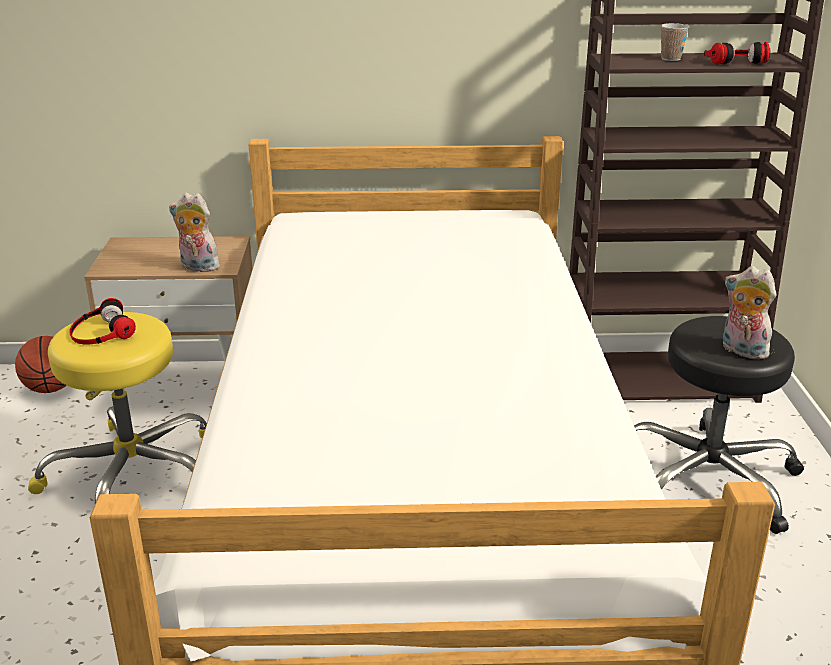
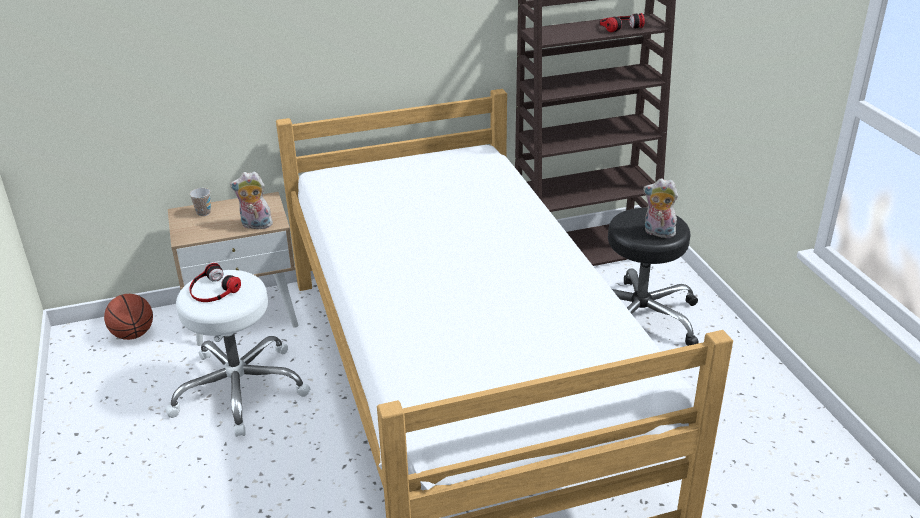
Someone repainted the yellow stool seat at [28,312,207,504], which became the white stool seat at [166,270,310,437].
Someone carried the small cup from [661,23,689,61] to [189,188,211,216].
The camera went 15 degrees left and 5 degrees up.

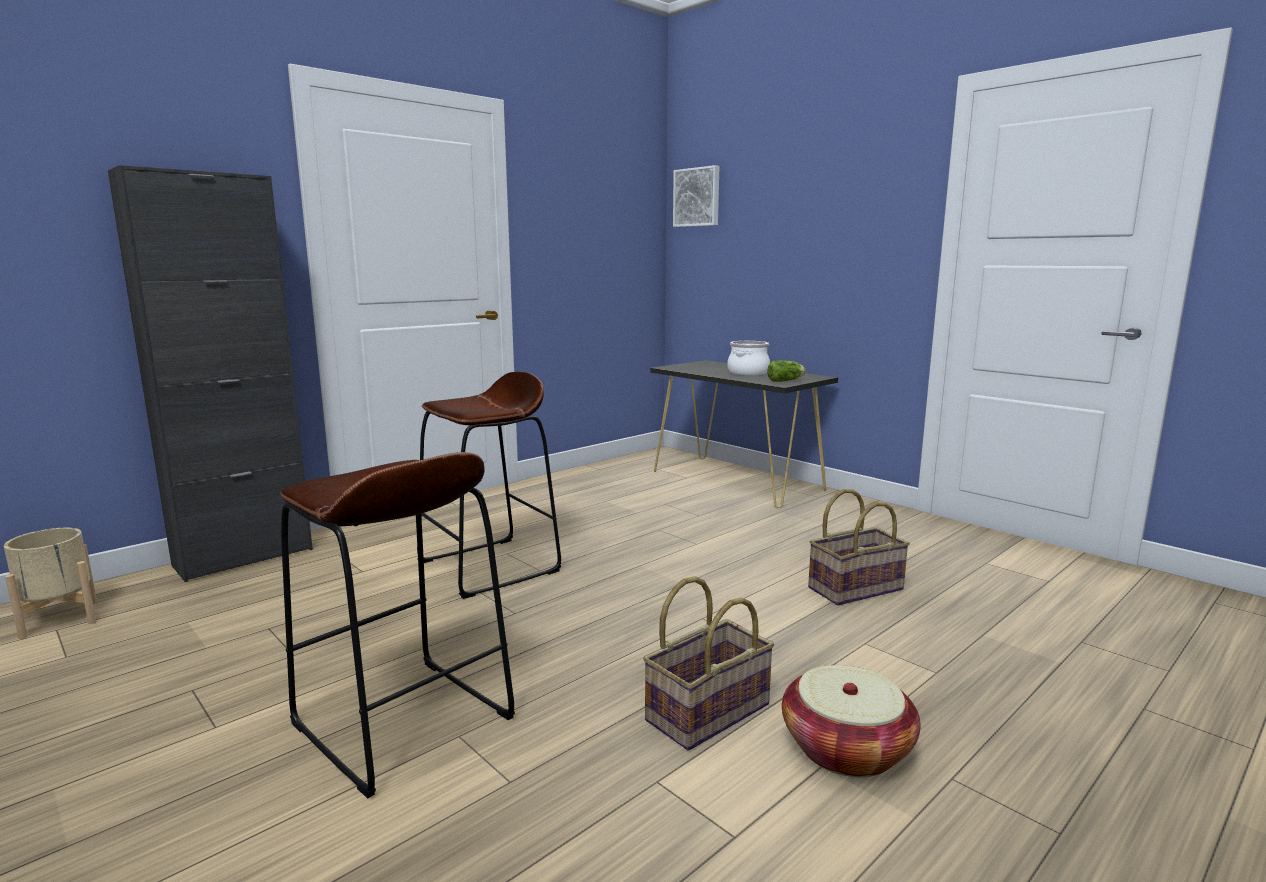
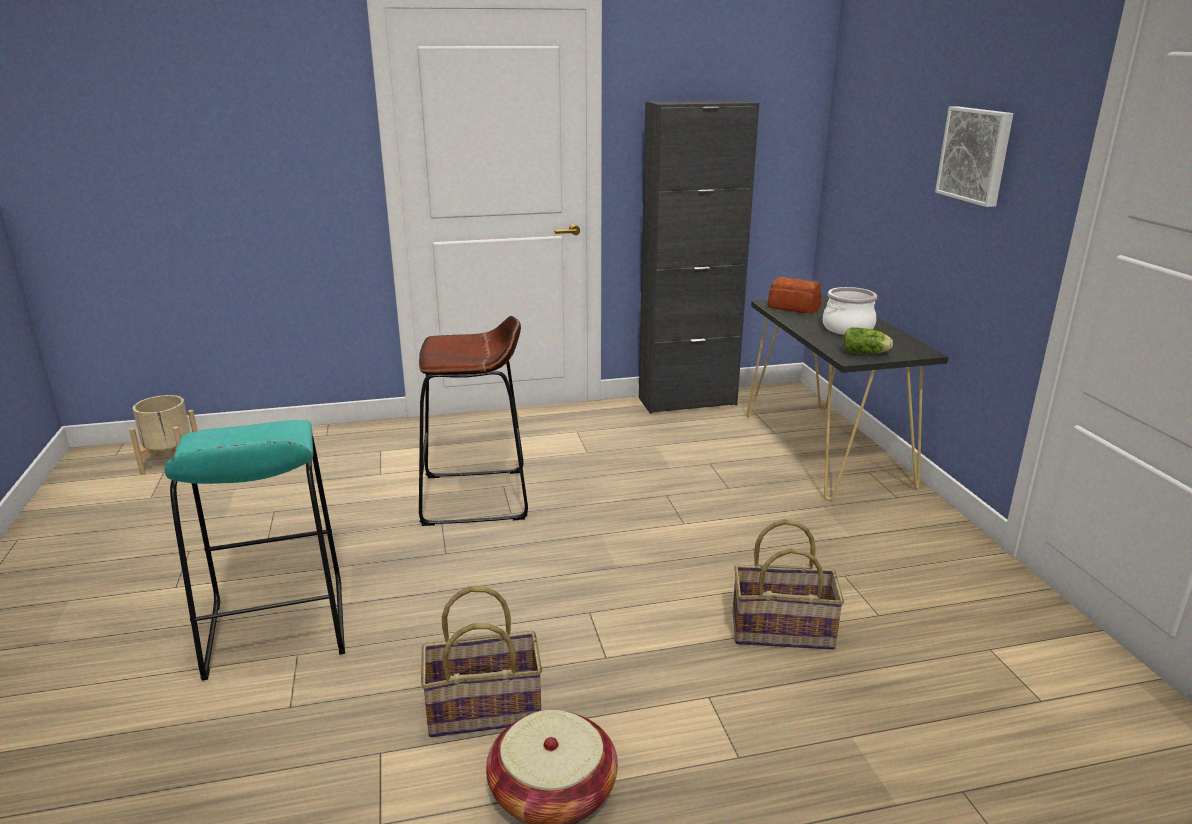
Someone carried the blackish cabinet from [108,165,313,582] to [639,100,759,414].
Someone repainted the brown stool seat at [280,452,515,799], which became the blue-green stool seat at [164,420,345,681].
Someone carried the wall art from [673,165,720,227] to [935,106,1013,207].
Someone put down the bakery bread at [768,277,821,314].
The camera went 30 degrees right and 10 degrees up.

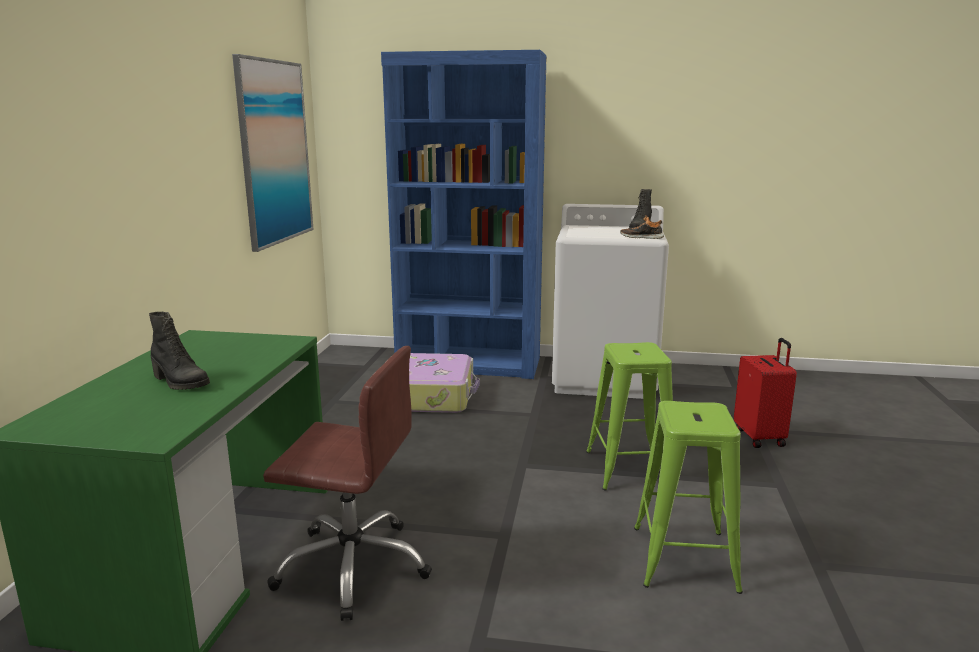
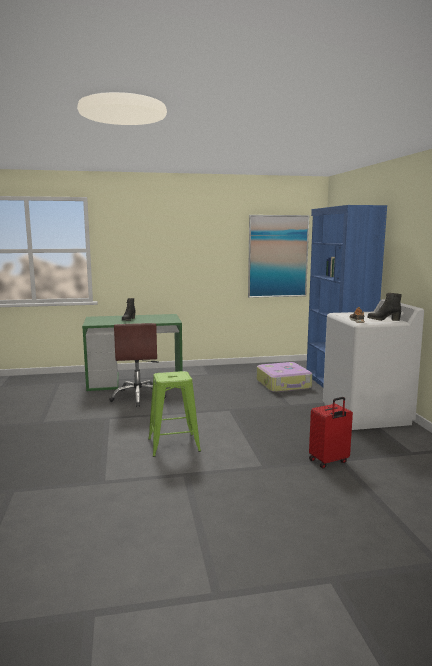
Someone took away the green stool seat at [586,342,678,491].
The camera went 70 degrees right and 5 degrees down.

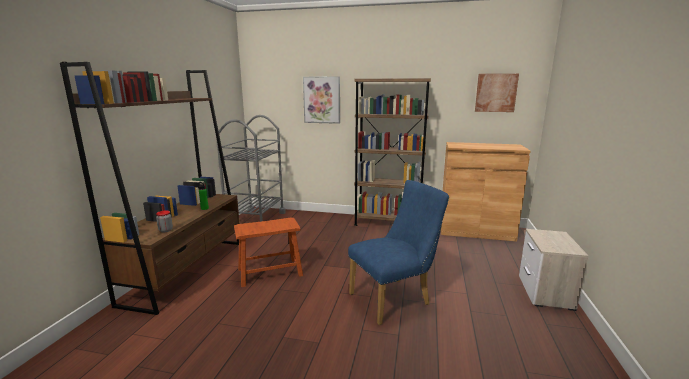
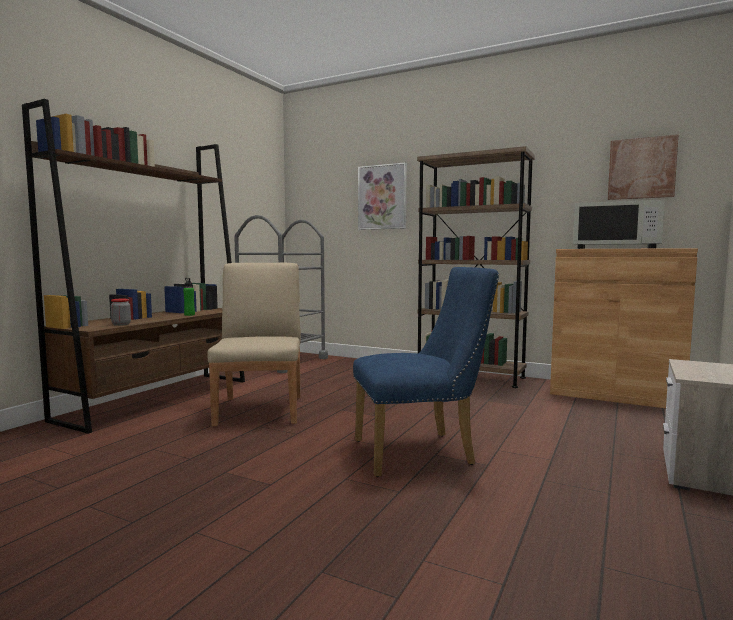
Someone swapped the brown stool seat at [234,218,303,287] for the beige chair at [207,263,301,426].
Someone put down the white microwave at [573,199,665,249].
The camera went 15 degrees right and 10 degrees down.

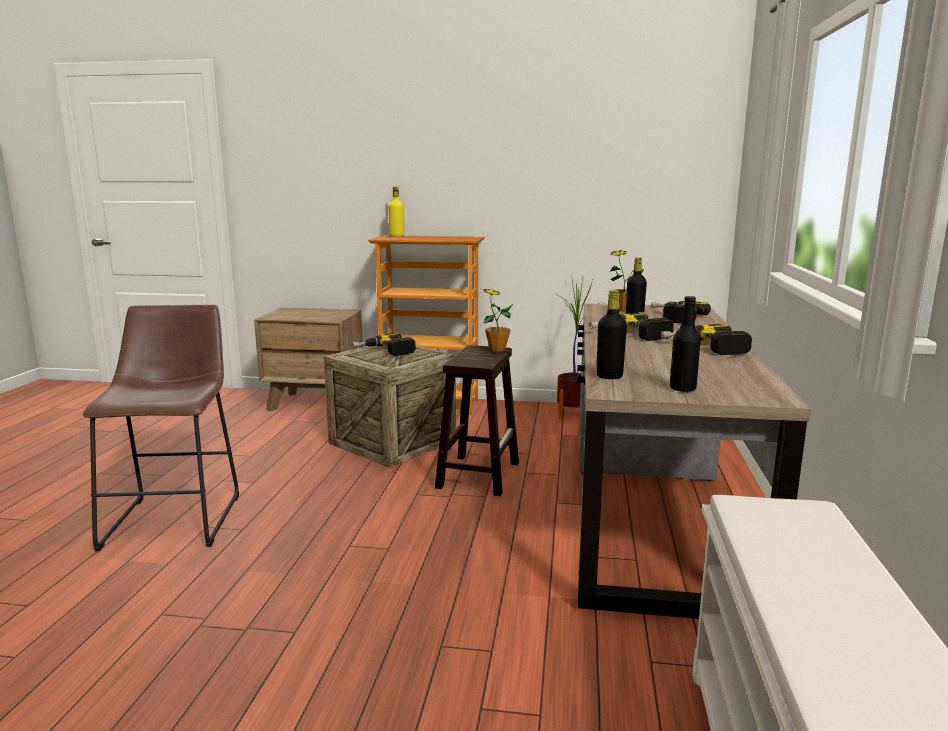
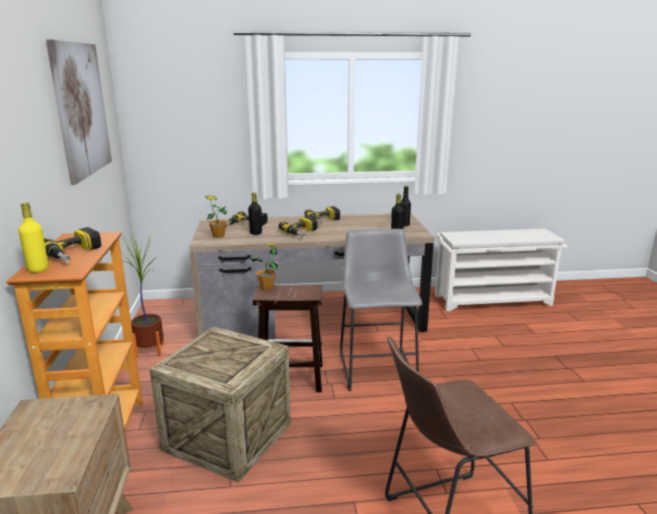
Someone carried the power drill from [351,332,416,356] to [44,227,101,262].
Someone put up the wall art at [46,39,112,185].
Someone put down the gray stool seat at [340,229,422,391].
The camera went 105 degrees left and 5 degrees up.

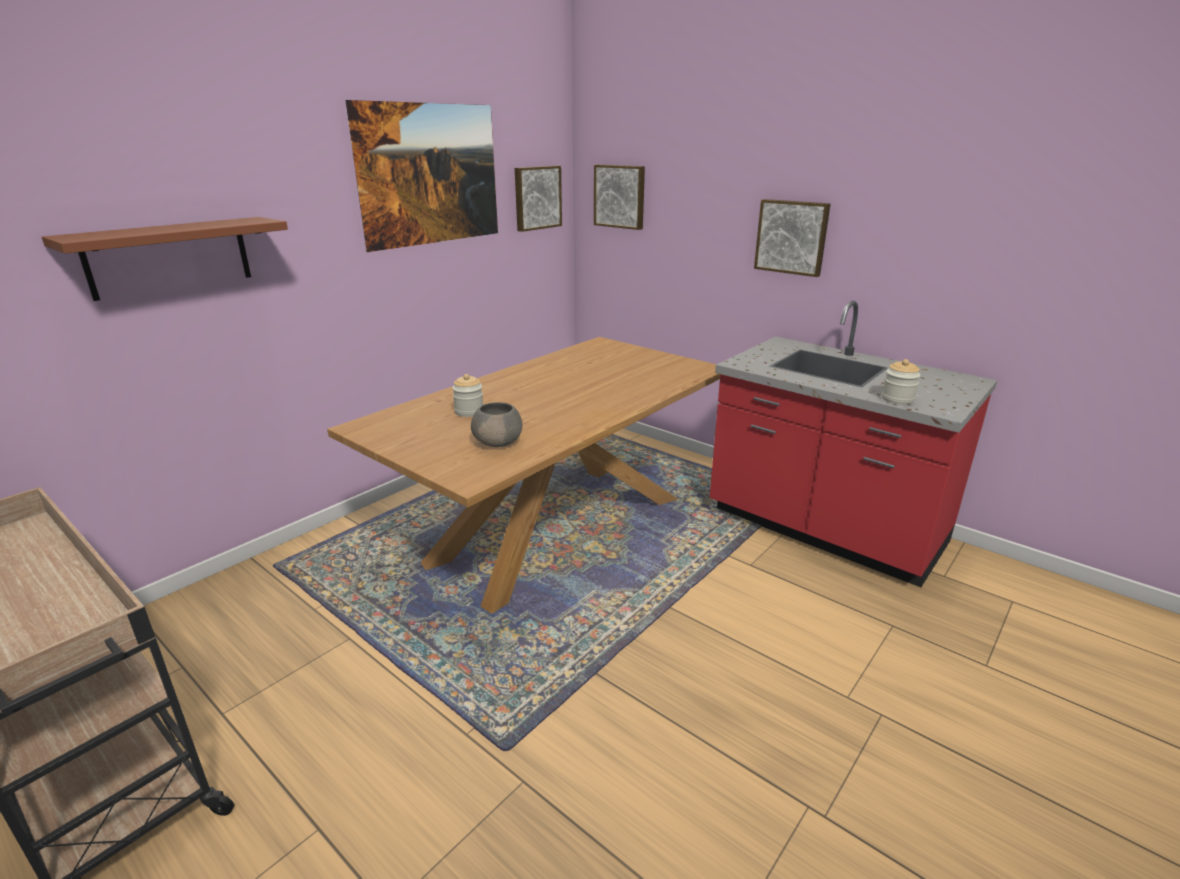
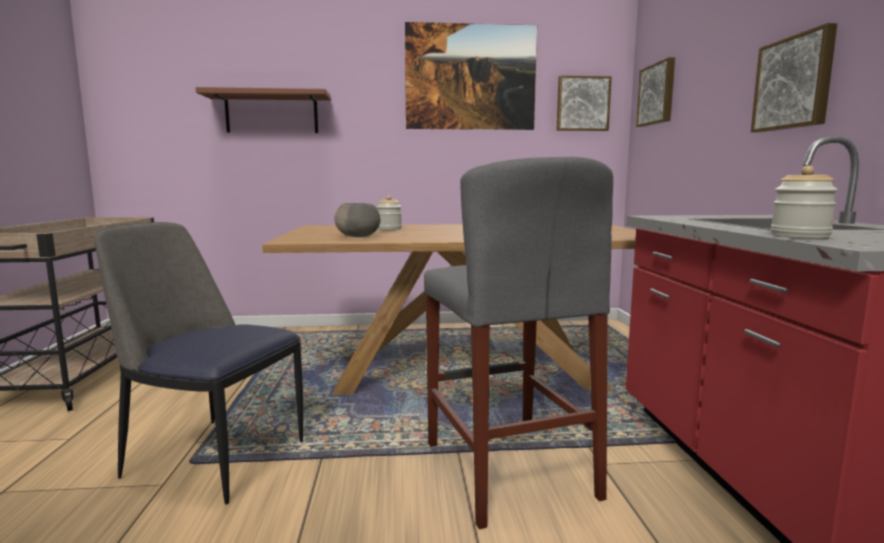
Someone put down the chair at [94,222,303,505].
Someone put down the gray stool seat at [424,157,613,529].
The camera went 45 degrees right and 15 degrees down.

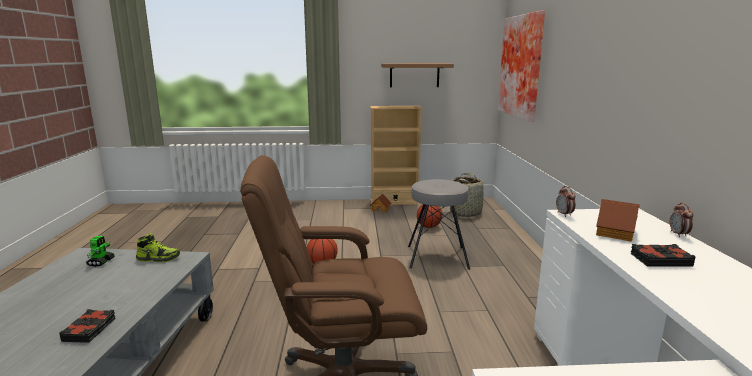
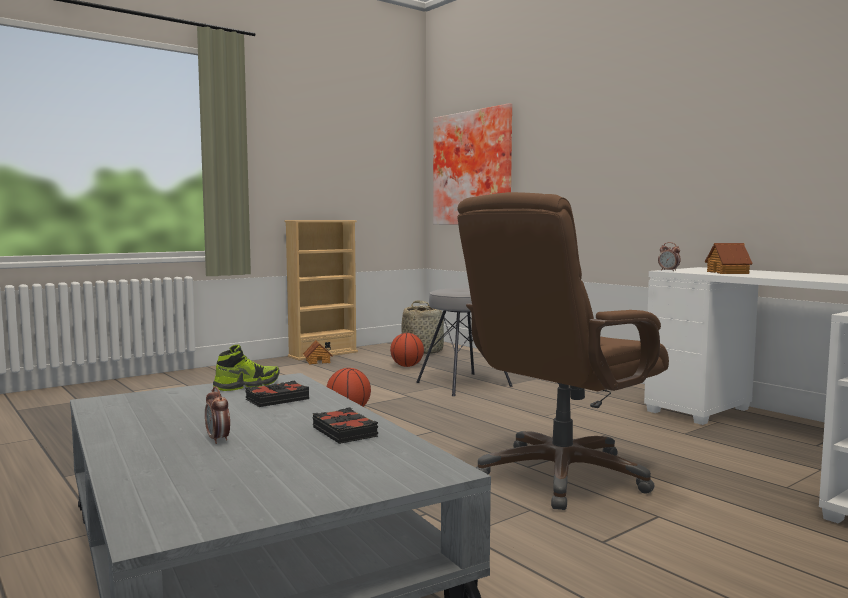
Someone took away the robot figure at [86,236,115,267].
Someone took away the bracket shelf at [381,63,454,87].
Someone carried the blackish book from [631,244,696,267] to [245,381,309,407].
Someone carried the alarm clock from [670,202,693,237] to [205,386,230,444].
The camera went 35 degrees left and 10 degrees down.

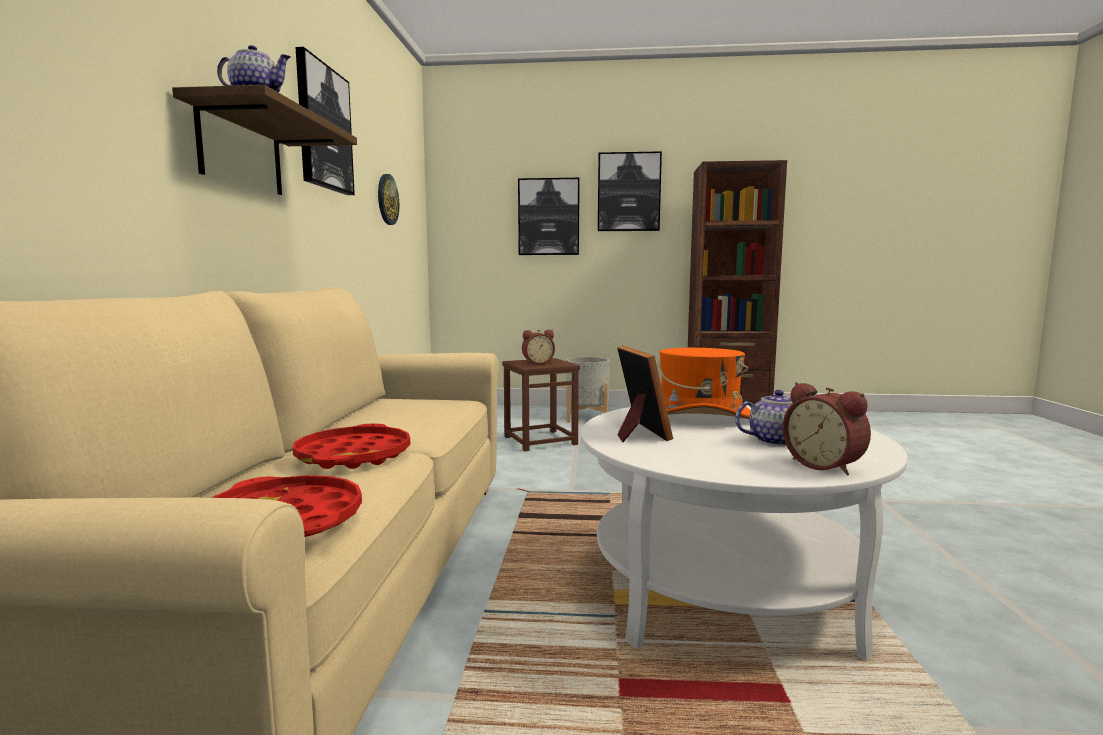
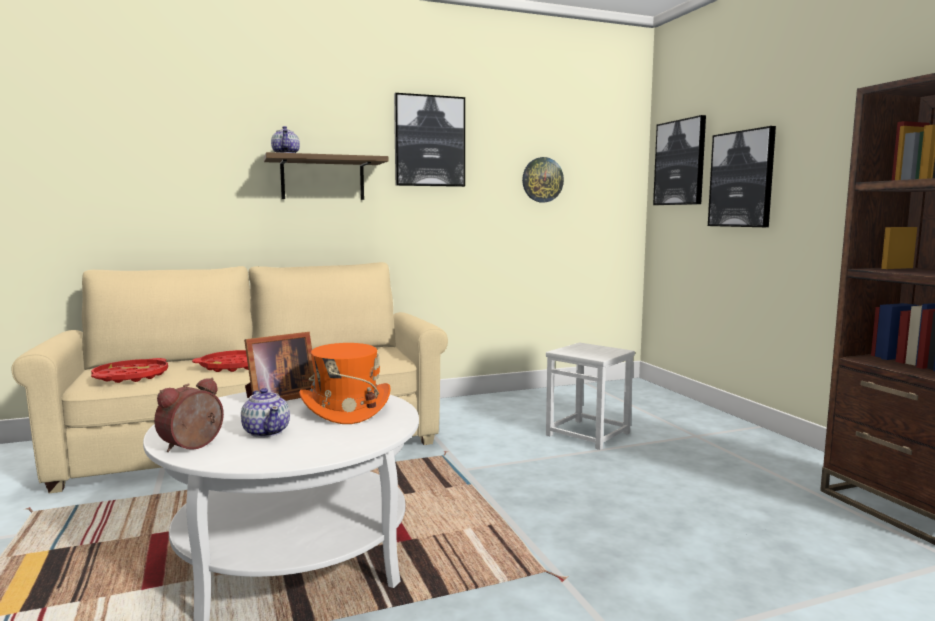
Someone repainted the brown stool seat at [502,358,580,452], which became the white stool seat at [546,342,635,450].
Someone took away the alarm clock at [522,330,555,364].
Someone took away the gray planter at [566,357,610,423].
Someone carried the wall art from [598,151,662,231] to [653,115,706,205].
The camera went 65 degrees right and 0 degrees up.

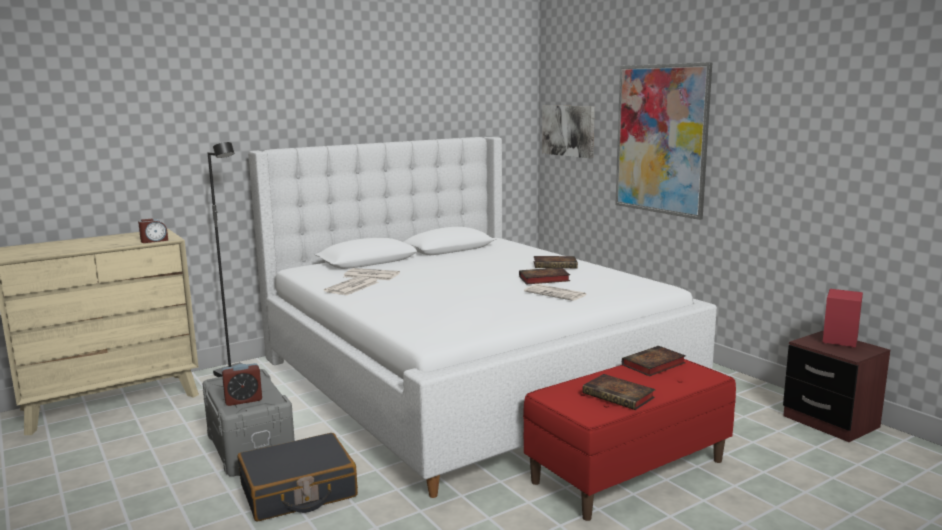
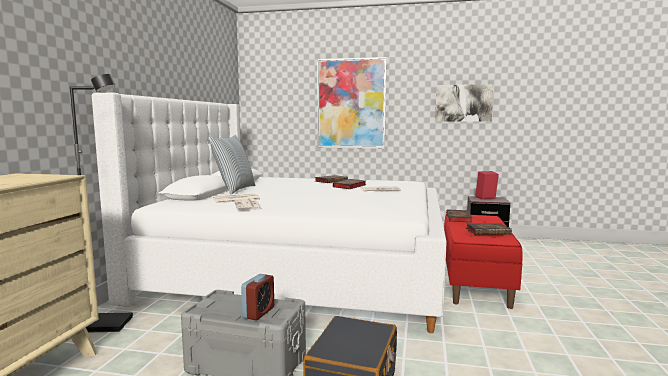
Someone took away the alarm clock at [138,219,168,243].
Someone carried the wall art from [542,105,595,158] to [435,84,494,122].
Someone put down the pillow at [209,135,256,194].
The camera went 45 degrees left and 5 degrees down.

